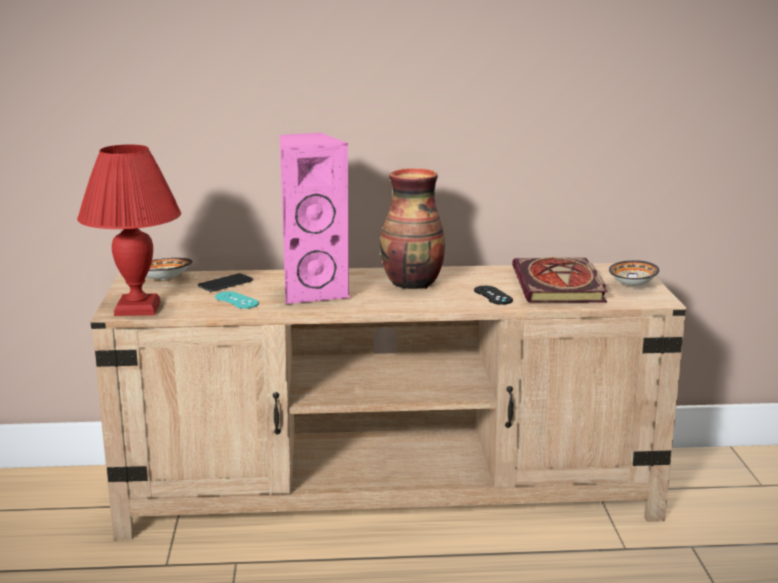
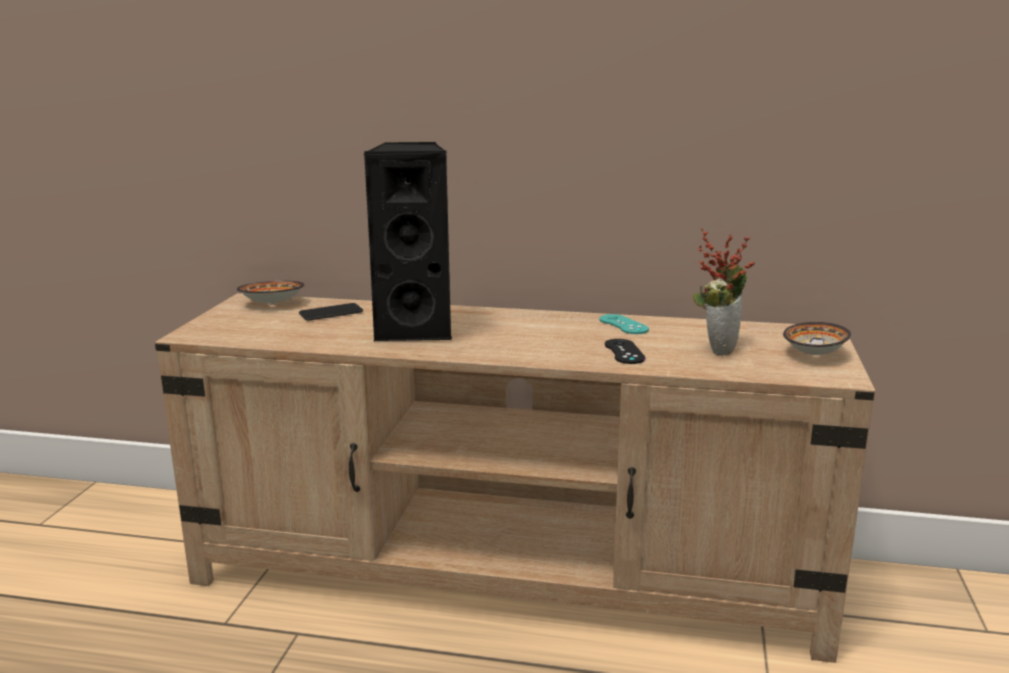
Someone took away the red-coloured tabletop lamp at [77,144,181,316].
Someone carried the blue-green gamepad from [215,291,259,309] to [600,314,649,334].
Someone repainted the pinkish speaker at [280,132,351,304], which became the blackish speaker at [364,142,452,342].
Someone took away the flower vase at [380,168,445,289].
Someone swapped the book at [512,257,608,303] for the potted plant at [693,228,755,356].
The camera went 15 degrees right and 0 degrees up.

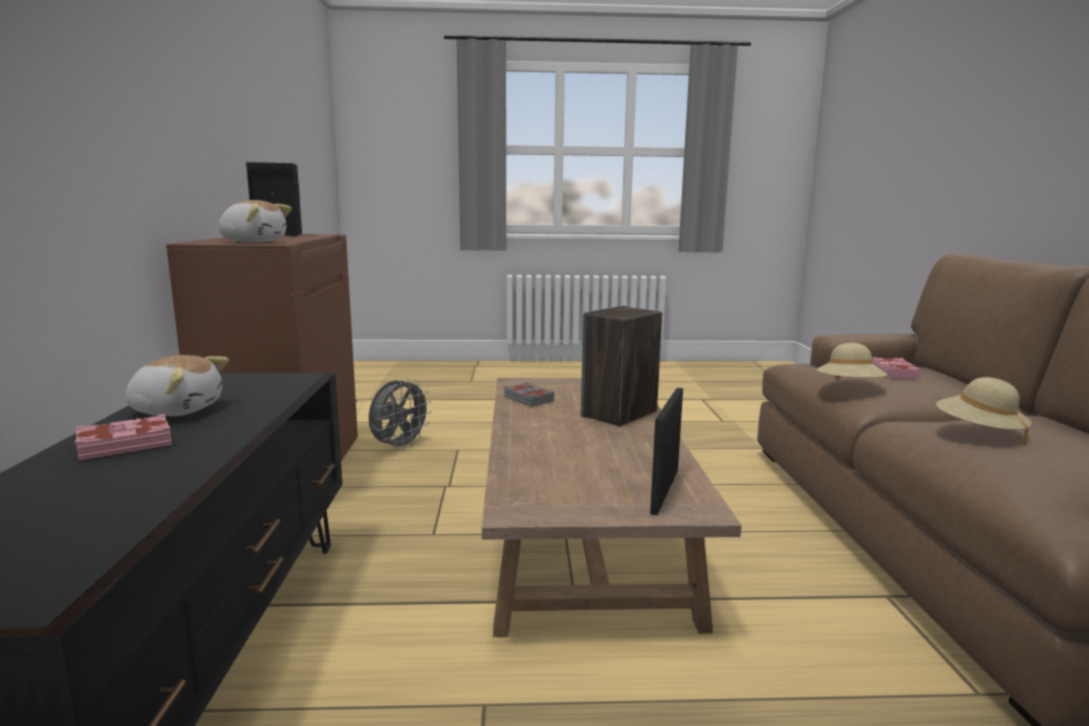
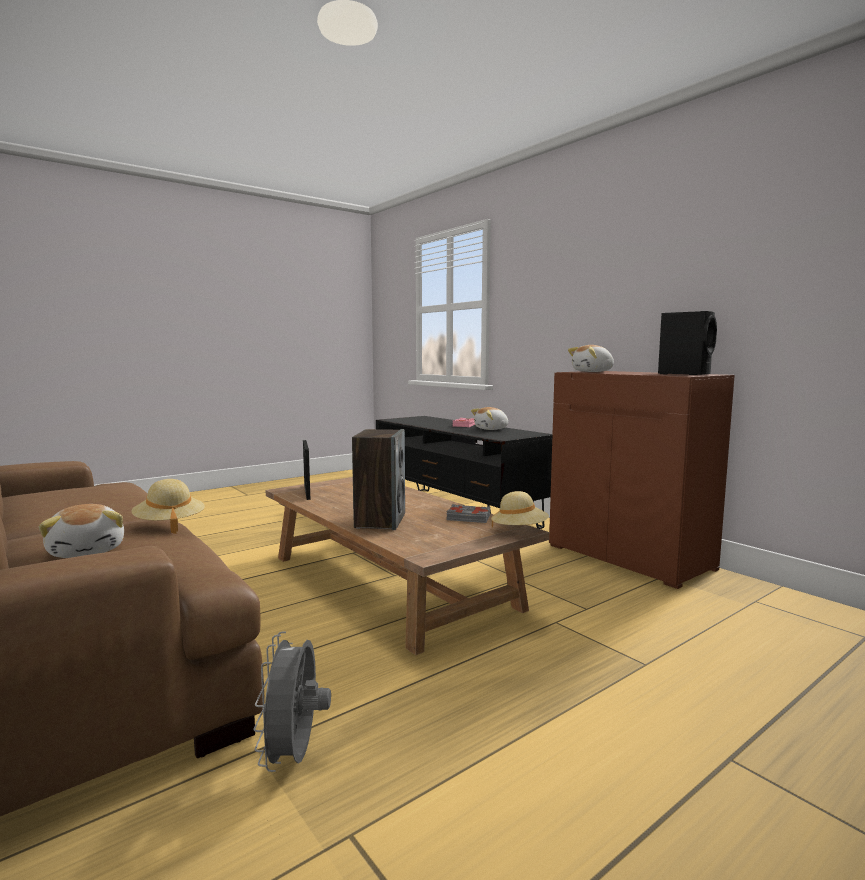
Someone carried the gray fan from [369,378,432,451] to [254,632,331,772].
Someone swapped the pinkish book at [872,357,921,379] for the cuddly toy at [39,504,124,558].
Someone carried the beige hat from [936,377,1032,445] to [491,491,549,527].
The camera went 145 degrees right and 5 degrees down.

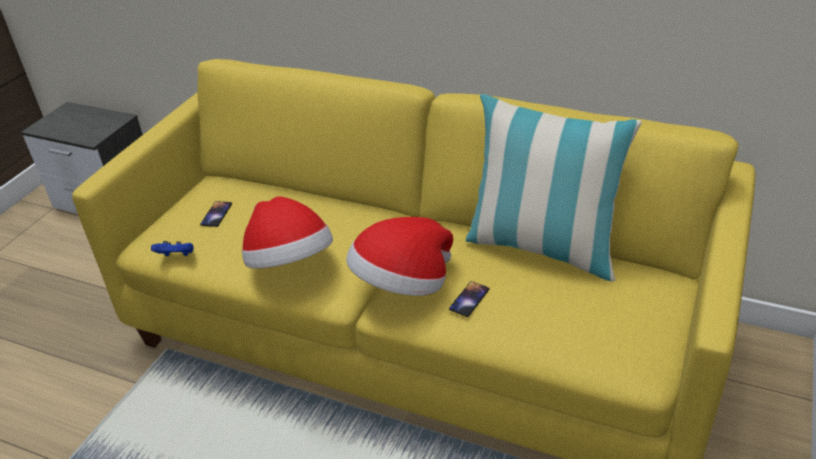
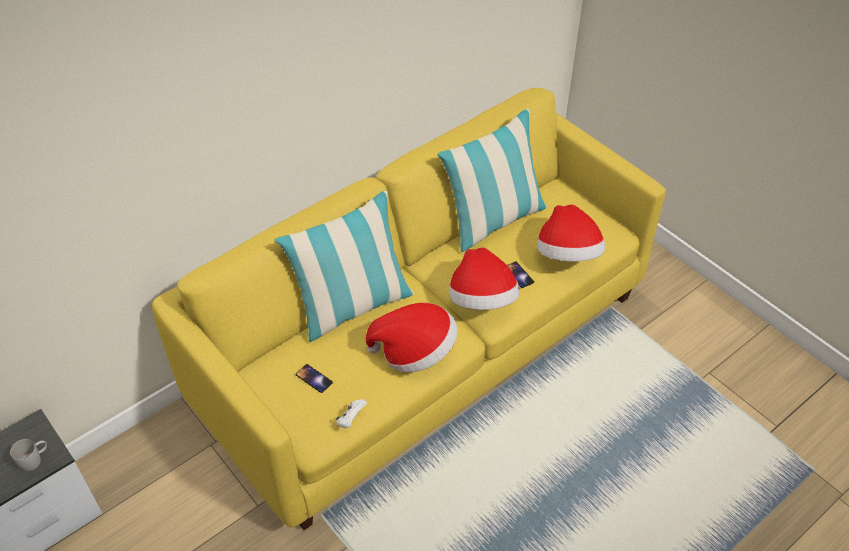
Someone repainted the blue-coloured gamepad at [151,241,194,256], which became the white gamepad at [336,399,367,428].
Someone put down the white coffee mug at [10,439,47,471].
Someone put down the pillow at [275,191,414,342].
Someone put down the hat at [537,204,605,262].
The camera went 65 degrees left and 10 degrees up.

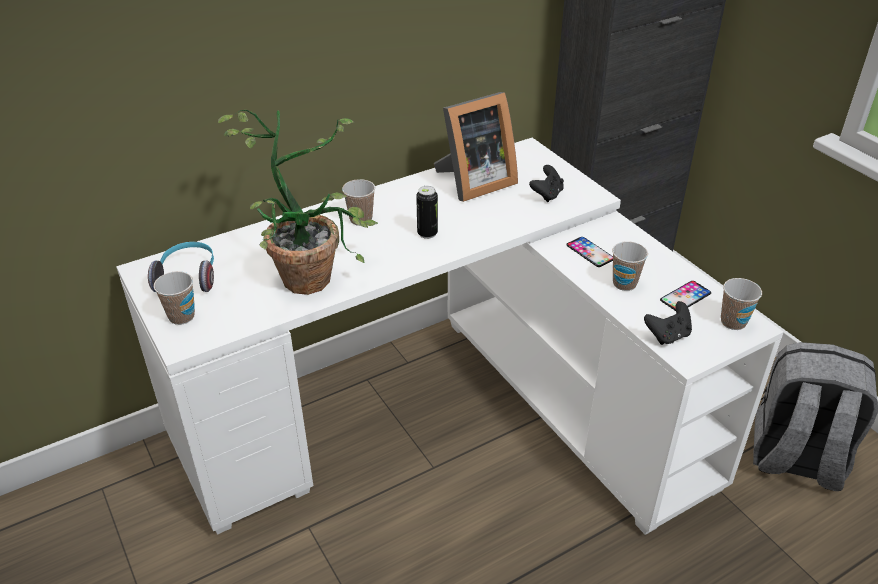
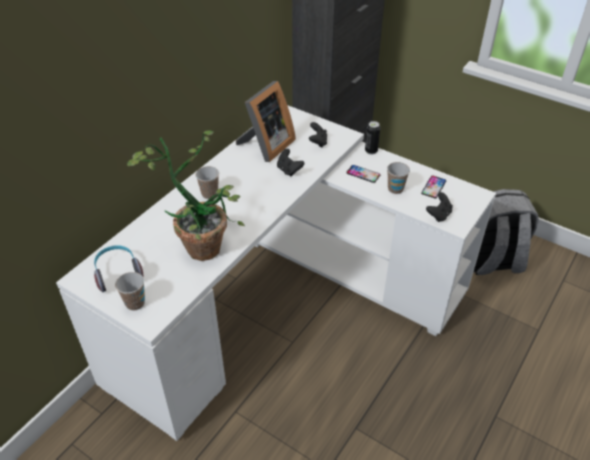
Someone carried the can from [416,186,438,239] to [365,121,380,154].
Someone took away the small cup at [721,278,762,330].
Someone put down the blackish gamepad at [277,149,304,177].
The camera went 25 degrees left and 5 degrees up.

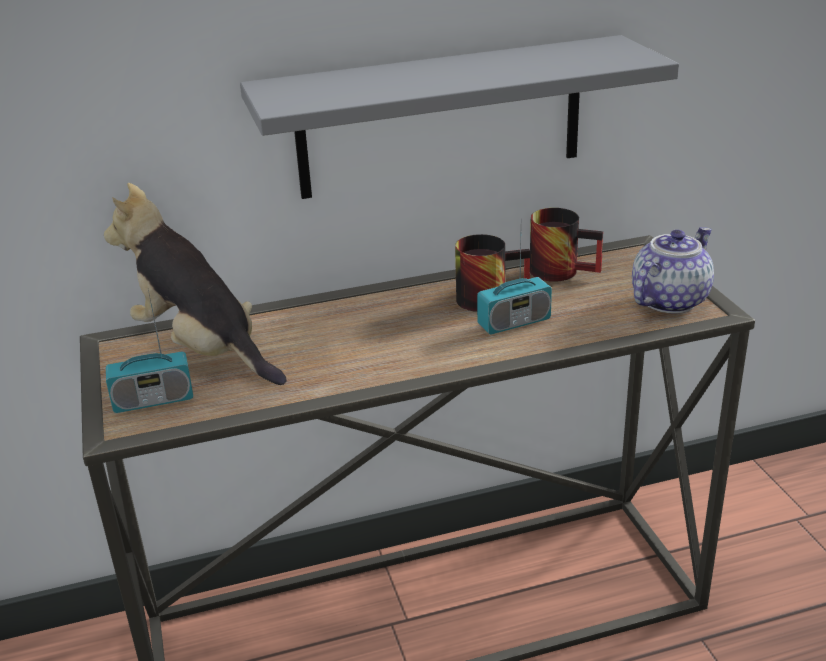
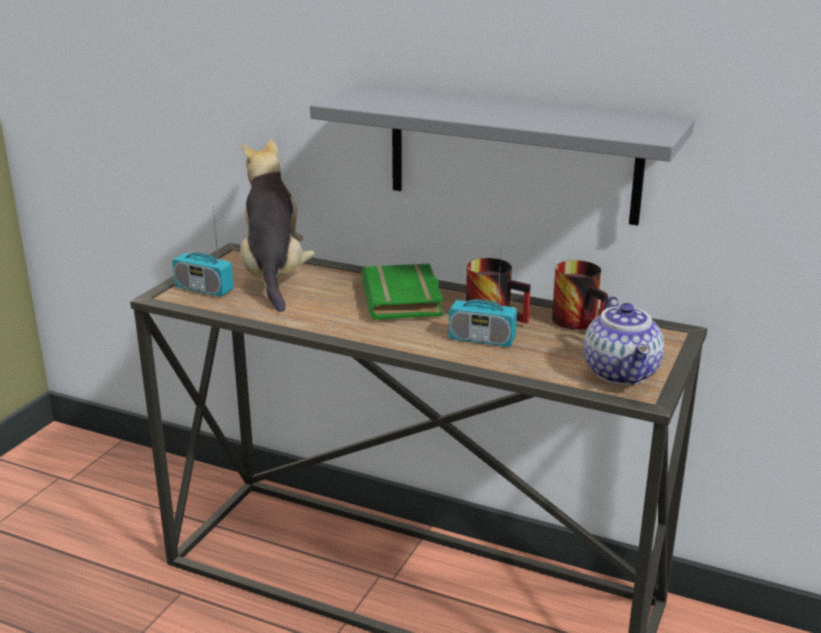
Someone rotated the pot for tea at [632,227,714,313] by 90 degrees clockwise.
Someone put down the green book at [361,264,444,320].
The camera went 40 degrees right and 5 degrees down.

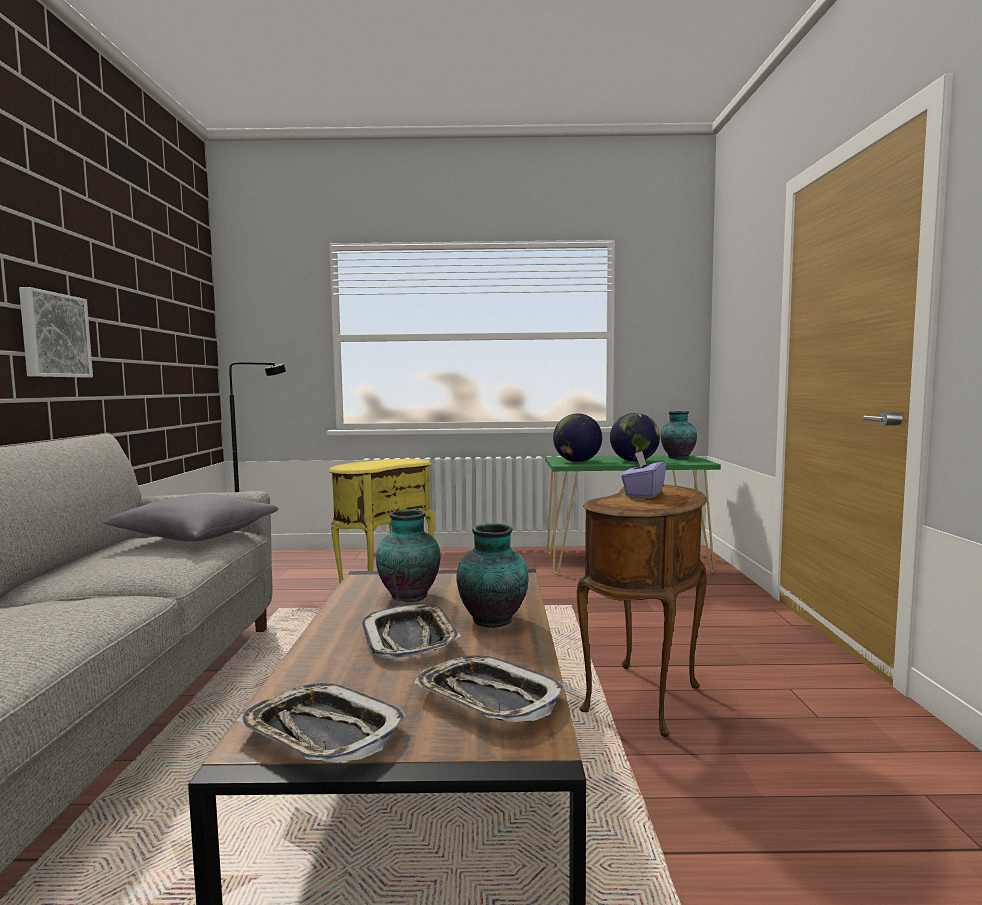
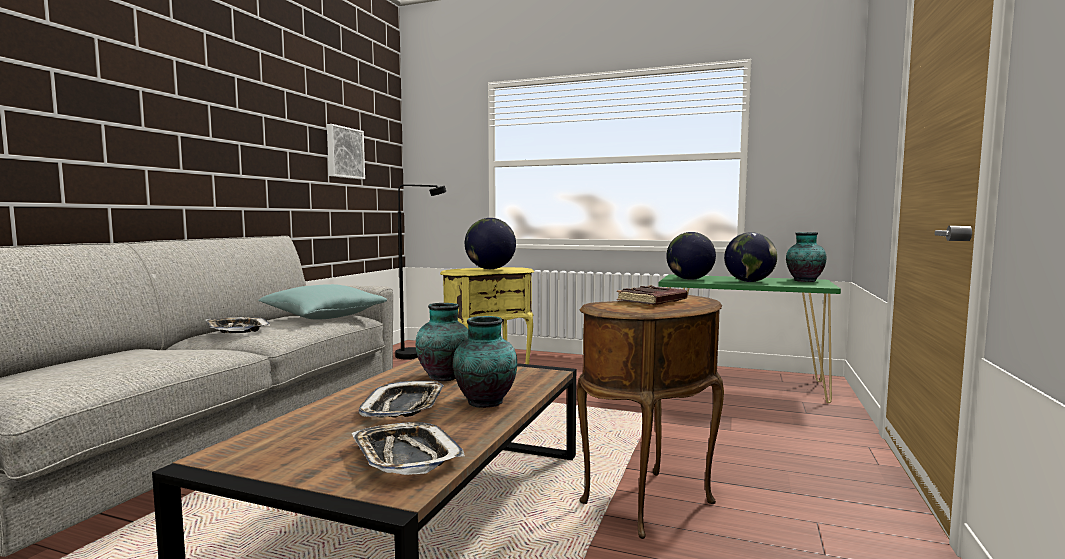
Someone carried the wall art from [19,287,93,378] to [327,124,365,179].
Someone repainted the gray pillow at [103,494,278,542], which became the blue-green pillow at [258,284,387,320].
Someone carried the serving tray from [236,683,407,763] to [205,317,270,333].
Someone swapped the purple-coloured tissue holder at [621,451,666,498] for the brown book at [617,285,687,305].
Someone put down the globe at [465,218,516,269].
The camera went 20 degrees right and 0 degrees up.

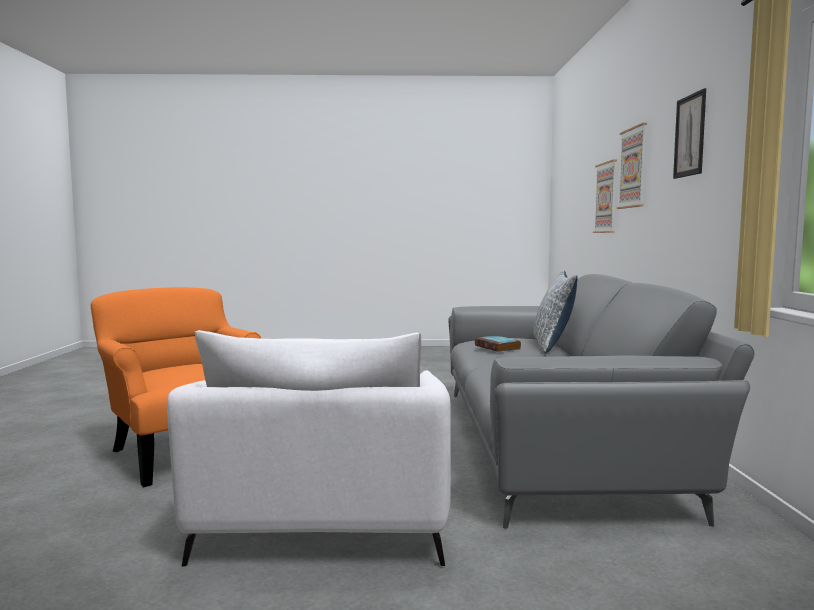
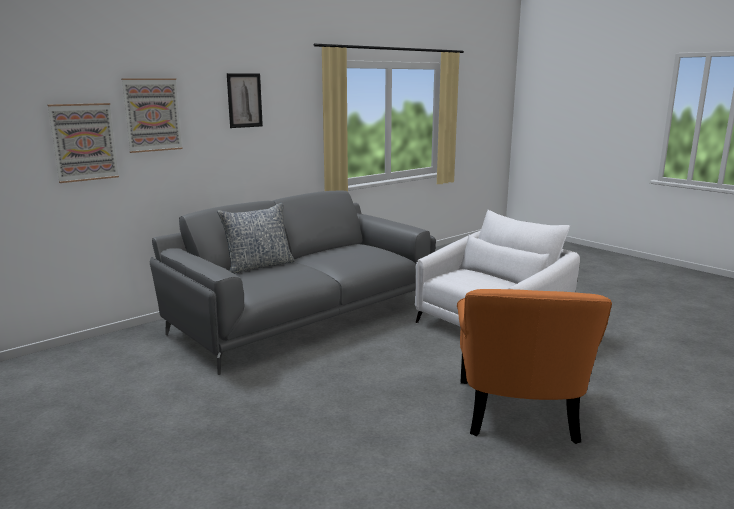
Someone took away the book at [475,336,521,352].
The camera went 130 degrees left and 10 degrees up.

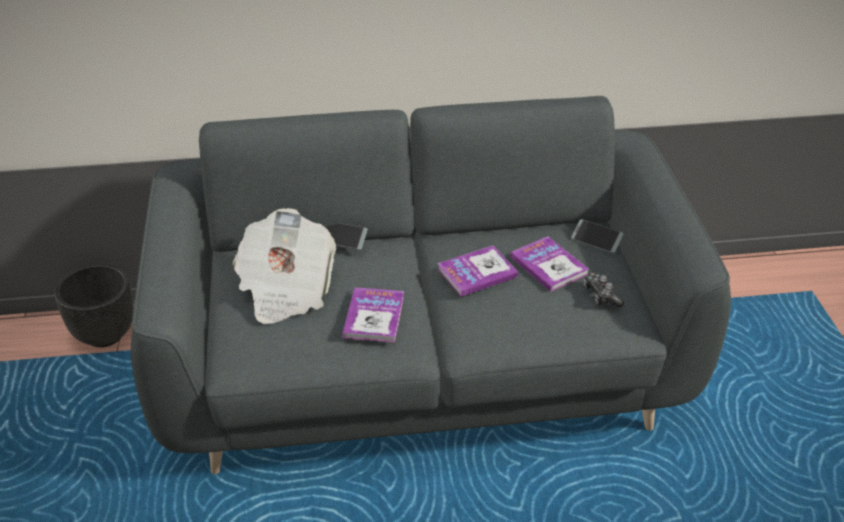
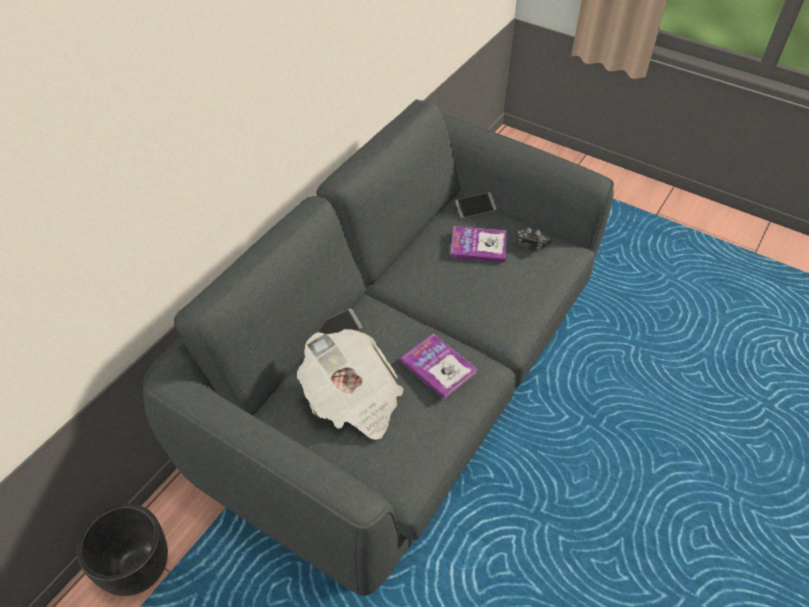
Someone took away the book at [437,245,518,297].
The camera went 50 degrees left and 10 degrees up.

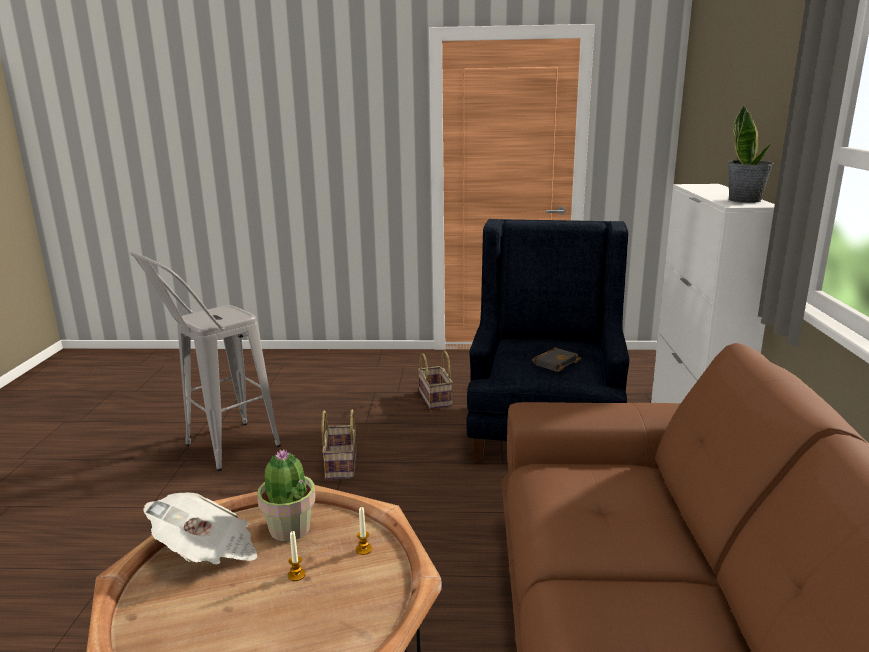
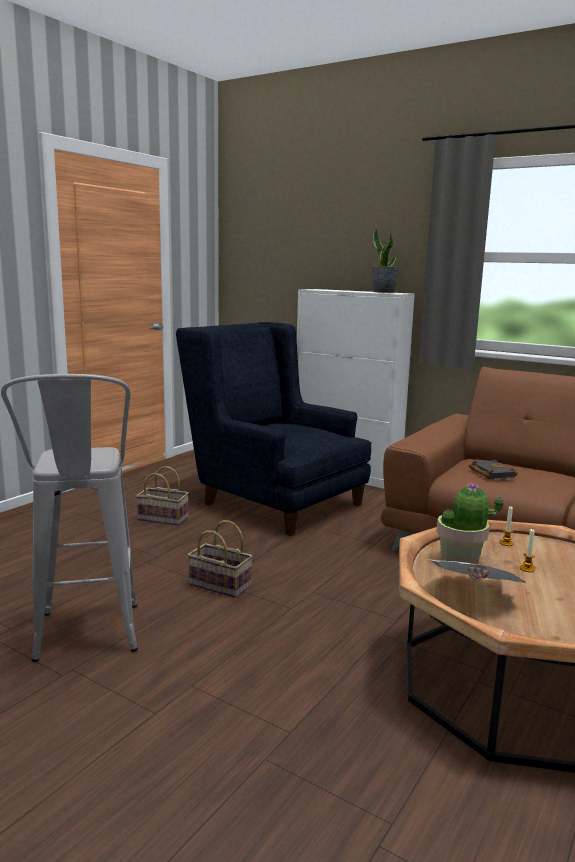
Someone carried the blackish book from [532,347,581,372] to [469,459,518,480].
The camera went 60 degrees left and 5 degrees down.

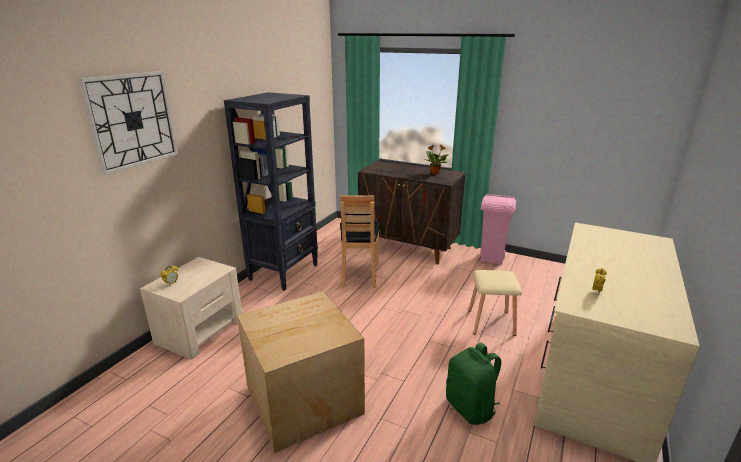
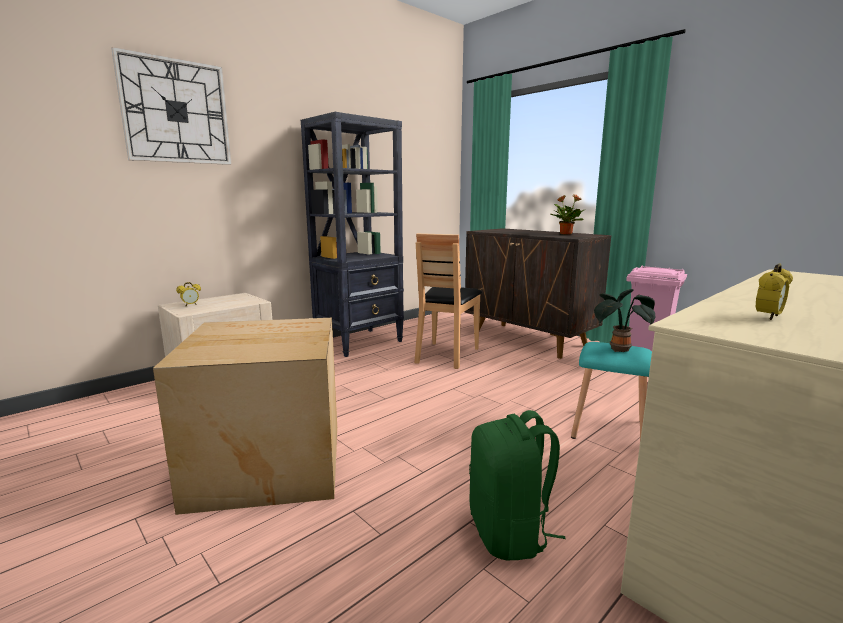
Someone repainted the beige stool seat at [468,270,522,336], which became the blue-green stool seat at [571,342,652,440].
Someone put down the potted plant at [594,289,655,352].
The camera went 20 degrees right and 10 degrees down.

